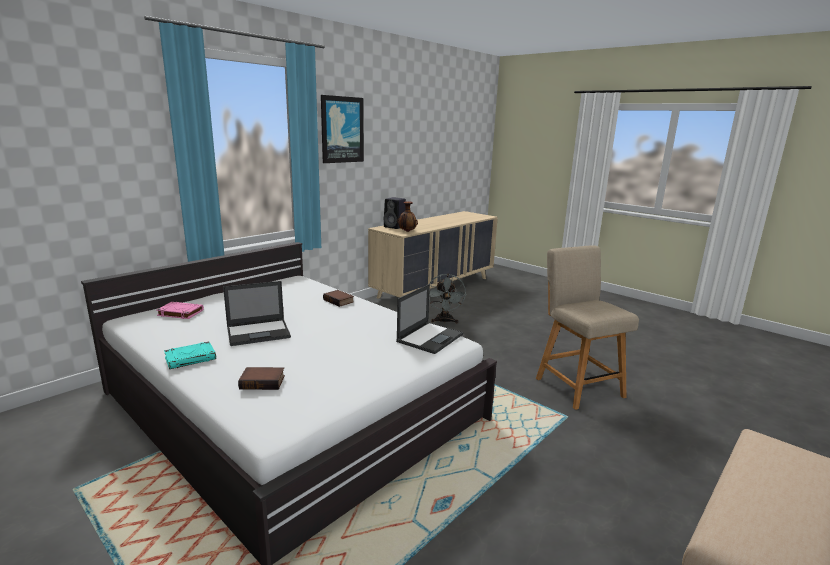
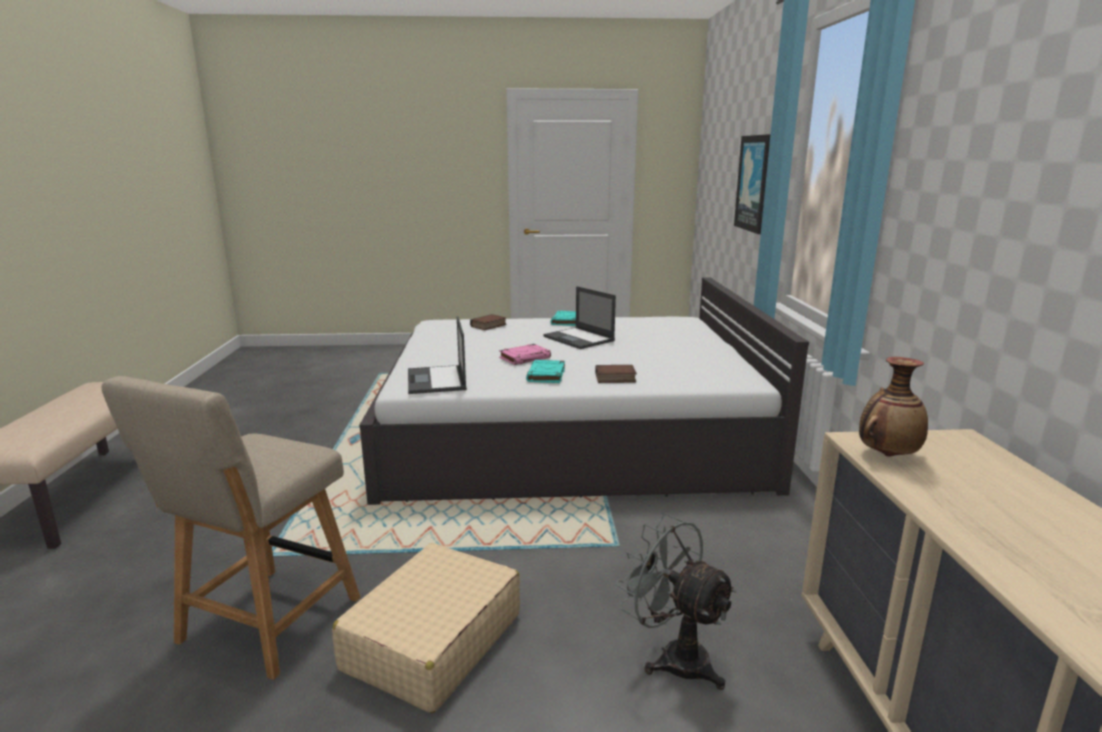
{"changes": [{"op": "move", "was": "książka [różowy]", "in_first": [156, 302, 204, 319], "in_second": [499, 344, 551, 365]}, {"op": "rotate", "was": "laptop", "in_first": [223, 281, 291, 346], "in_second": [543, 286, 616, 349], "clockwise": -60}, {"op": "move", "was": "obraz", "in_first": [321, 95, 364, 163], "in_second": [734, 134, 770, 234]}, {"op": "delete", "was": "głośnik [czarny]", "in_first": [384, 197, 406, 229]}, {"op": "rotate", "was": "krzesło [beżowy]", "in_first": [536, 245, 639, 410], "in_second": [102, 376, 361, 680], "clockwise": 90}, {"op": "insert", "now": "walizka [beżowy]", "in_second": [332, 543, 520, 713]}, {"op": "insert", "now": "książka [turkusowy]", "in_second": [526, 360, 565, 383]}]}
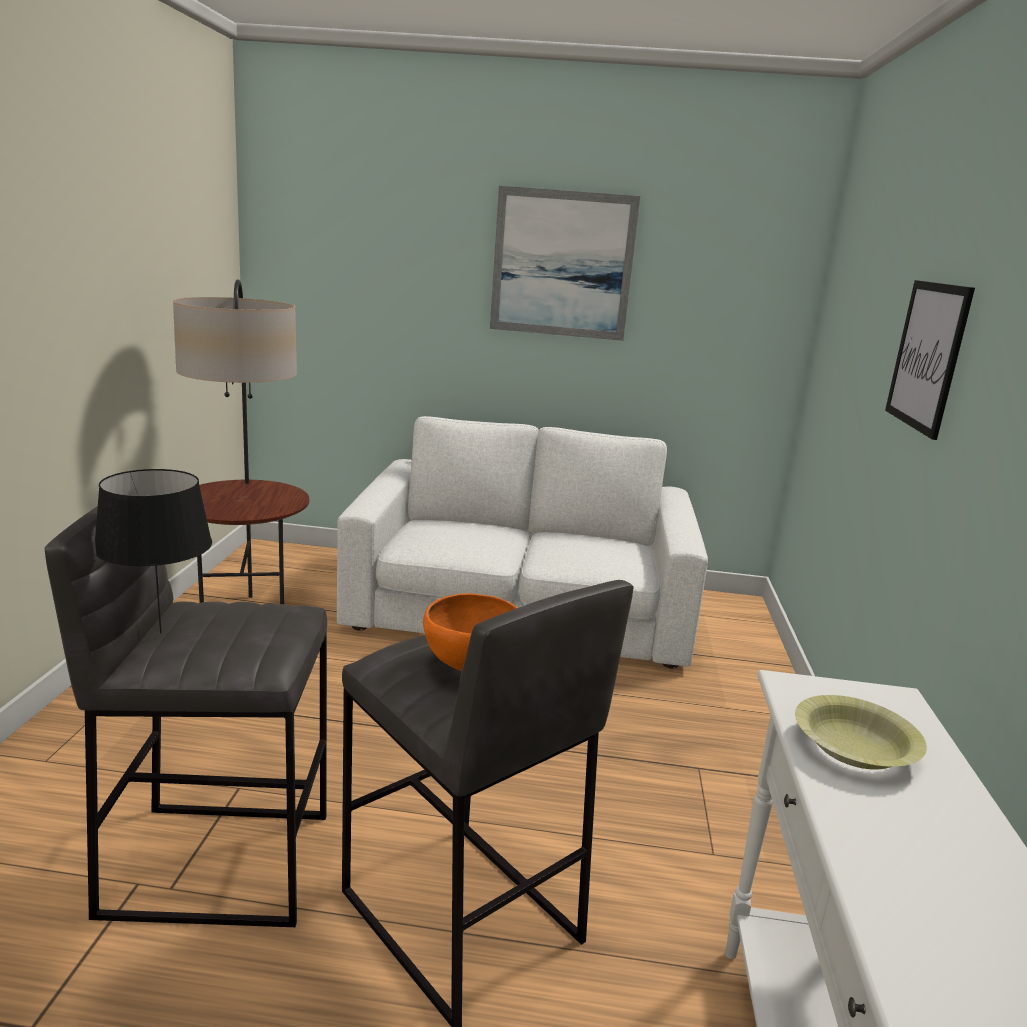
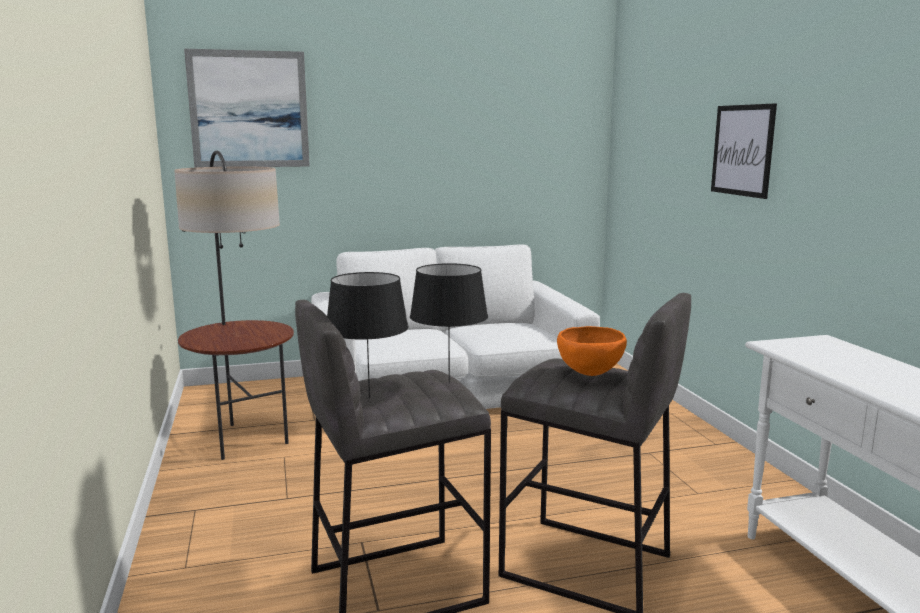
{"changes": [{"op": "move", "was": "obraz", "in_first": [490, 186, 640, 341], "in_second": [184, 49, 310, 168]}, {"op": "delete", "was": "miska [żółty]", "in_first": [795, 695, 927, 770]}, {"op": "insert", "now": "lampa stołowa [czarny]", "in_second": [410, 263, 488, 384]}]}
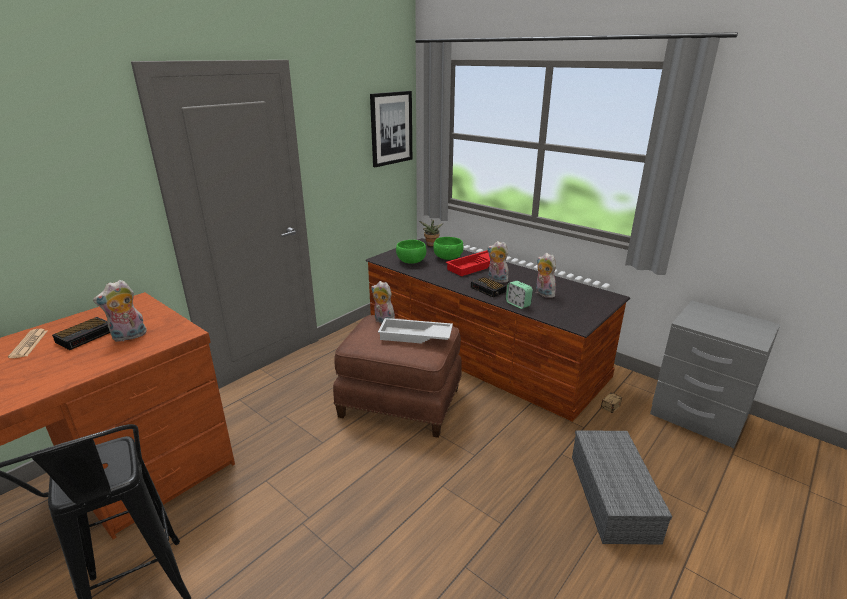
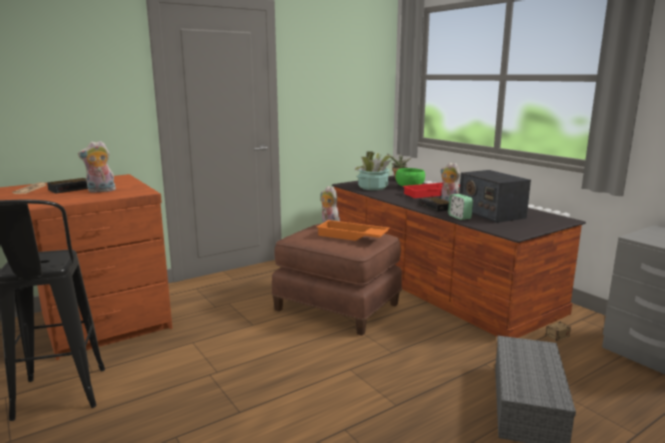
{"changes": [{"op": "delete", "was": "obraz", "in_first": [370, 91, 412, 167]}, {"op": "recolor", "was": "taca [biały]", "now": "taca [pomarańczowy]", "in_first": [378, 318, 453, 344], "in_second": [316, 220, 390, 241]}, {"op": "replace", "was": "miska [zielony]", "now": "roślina doniczkowa", "in_first": [396, 240, 426, 264], "in_second": [354, 151, 392, 190]}, {"op": "replace", "was": "pluszak", "now": "radio", "in_first": [536, 253, 558, 298], "in_second": [459, 170, 531, 223]}]}
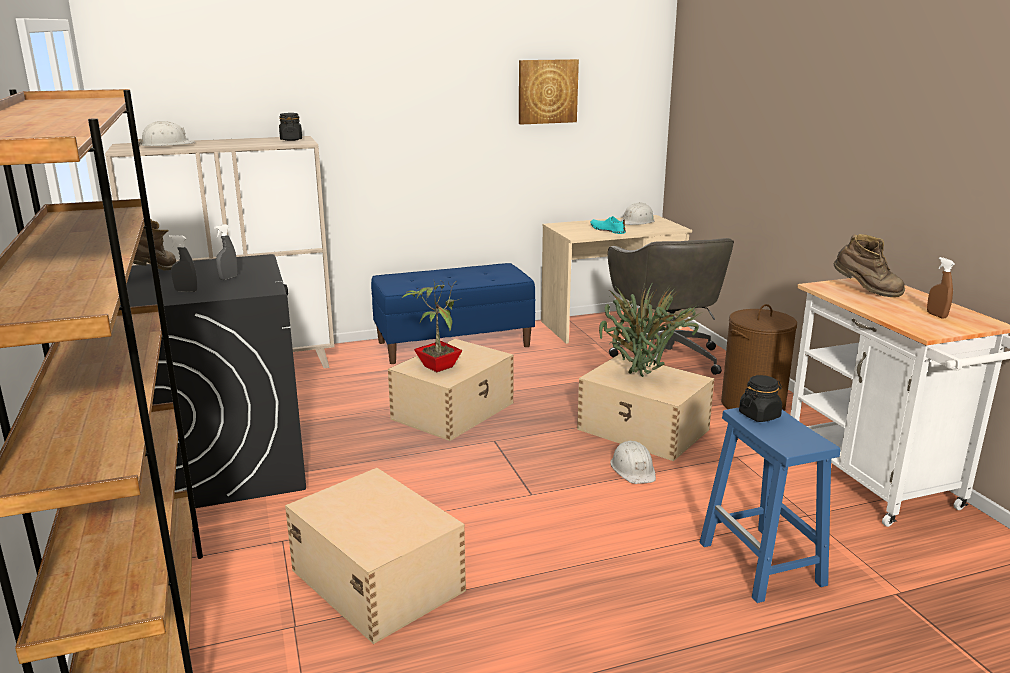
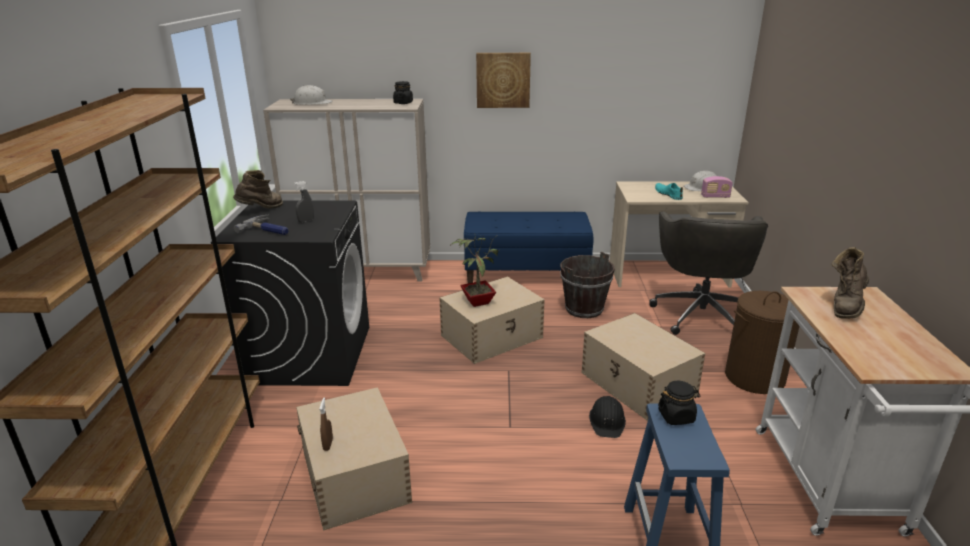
{"changes": [{"op": "replace", "was": "spryskiwacz [szary]", "now": "młotek", "in_first": [169, 235, 197, 292], "in_second": [234, 215, 288, 235]}, {"op": "move", "was": "obraz", "in_first": [519, 59, 579, 125], "in_second": [476, 53, 531, 108]}, {"op": "delete", "was": "roślina doniczkowa", "in_first": [599, 282, 702, 377]}, {"op": "recolor", "was": "kask [biały]", "now": "kask [czarny]", "in_first": [610, 441, 656, 484], "in_second": [589, 396, 626, 438]}, {"op": "rotate", "was": "but z cholewką [brązowy]", "in_first": [834, 234, 905, 297], "in_second": [832, 247, 869, 319], "clockwise": 75}, {"op": "move", "was": "spryskiwacz [brązowy]", "in_first": [927, 257, 955, 319], "in_second": [319, 397, 333, 451]}, {"op": "insert", "now": "wiadro [brązowy]", "in_second": [560, 252, 615, 318]}, {"op": "insert", "now": "radio", "in_second": [701, 176, 733, 198]}]}
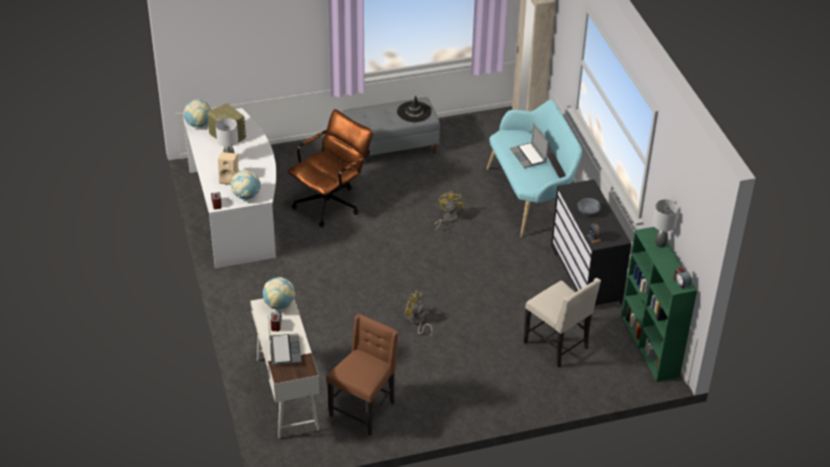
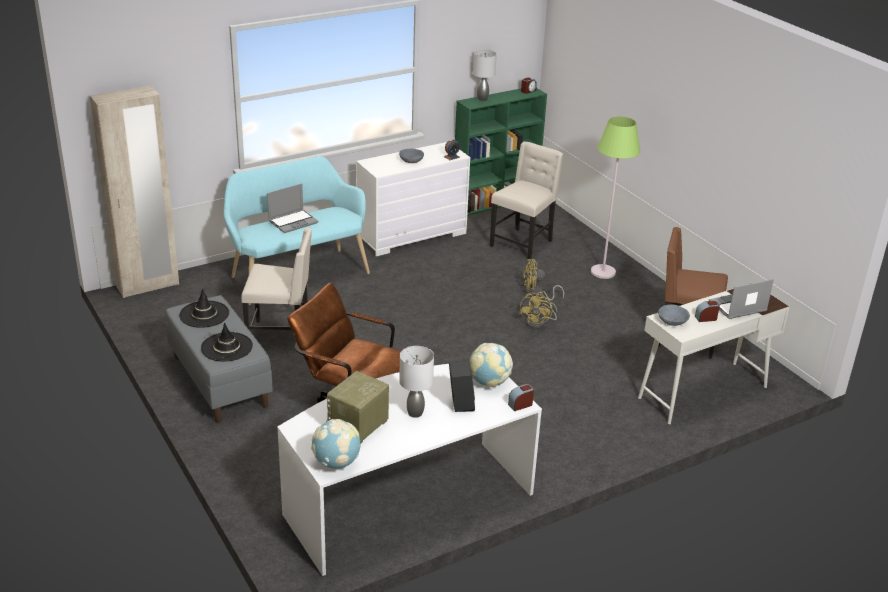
{"changes": [{"op": "recolor", "was": "głośnik [beżowy]", "now": "głośnik [czarny]", "in_first": [218, 152, 239, 185], "in_second": [449, 360, 475, 412]}, {"op": "replace", "was": "globus", "now": "miska [szary]", "in_first": [263, 277, 295, 310], "in_second": [658, 304, 690, 326]}, {"op": "move", "was": "wentylator [żółty]", "in_first": [435, 191, 465, 231], "in_second": [523, 259, 564, 300]}, {"op": "recolor", "was": "komoda [czarny]", "now": "komoda [biały]", "in_first": [551, 179, 632, 305], "in_second": [356, 142, 471, 256]}, {"op": "insert", "now": "kapelusz [czarny]", "in_second": [201, 322, 253, 362]}, {"op": "insert", "now": "krzesło [beżowy]", "in_second": [241, 228, 312, 332]}, {"op": "insert", "now": "lampa stojąca [zielony]", "in_second": [591, 116, 640, 279]}]}
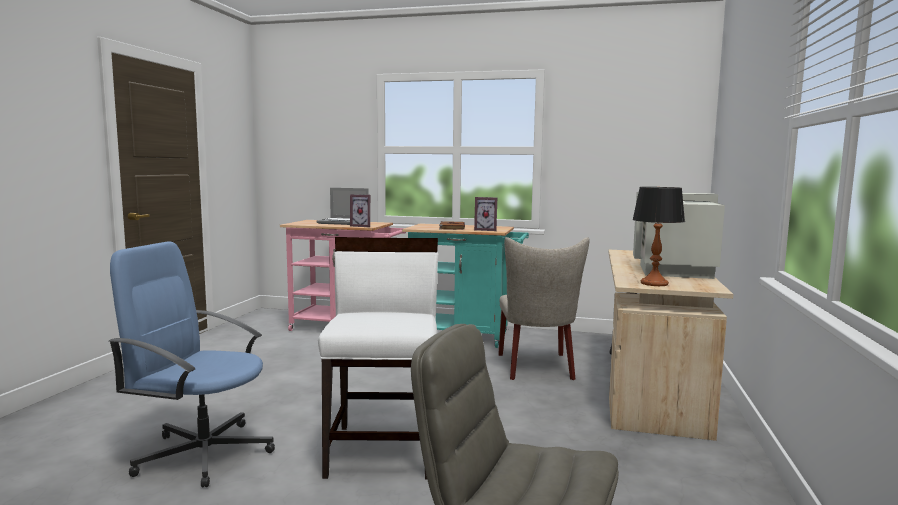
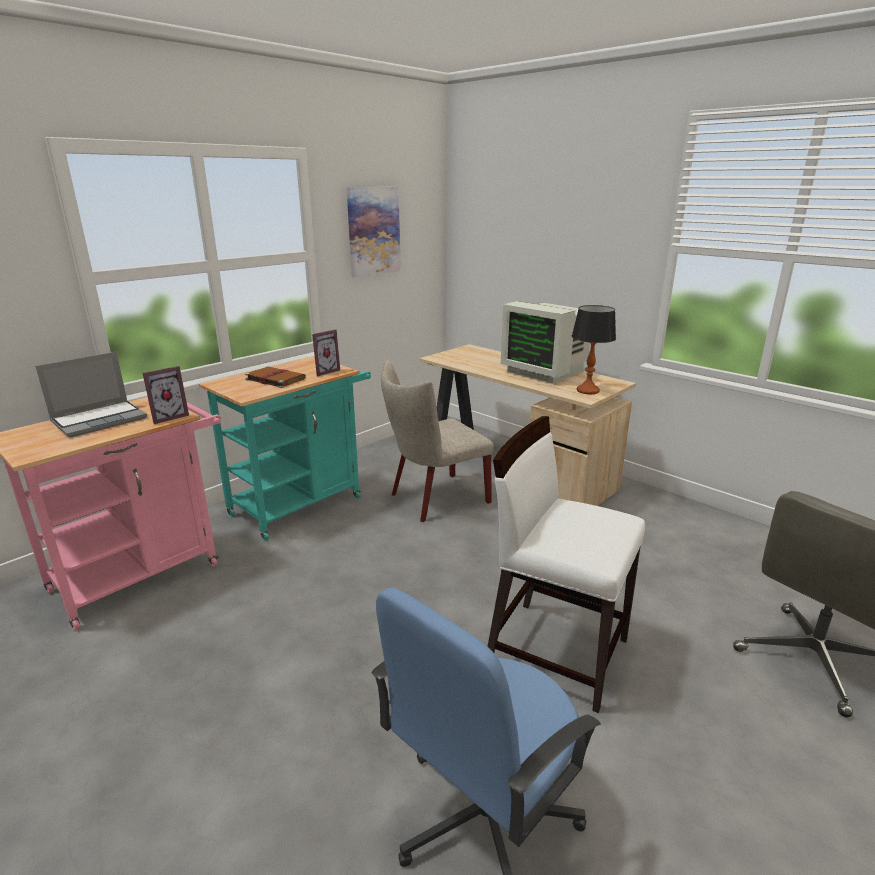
{"changes": [{"op": "rotate", "was": "krzesło [beżowy]", "in_first": [498, 237, 590, 380], "in_second": [381, 359, 494, 522], "clockwise": 120}, {"op": "rotate", "was": "monitor", "in_first": [633, 192, 725, 279], "in_second": [501, 301, 589, 384], "clockwise": -90}, {"op": "insert", "now": "obraz", "in_second": [347, 187, 401, 277]}]}
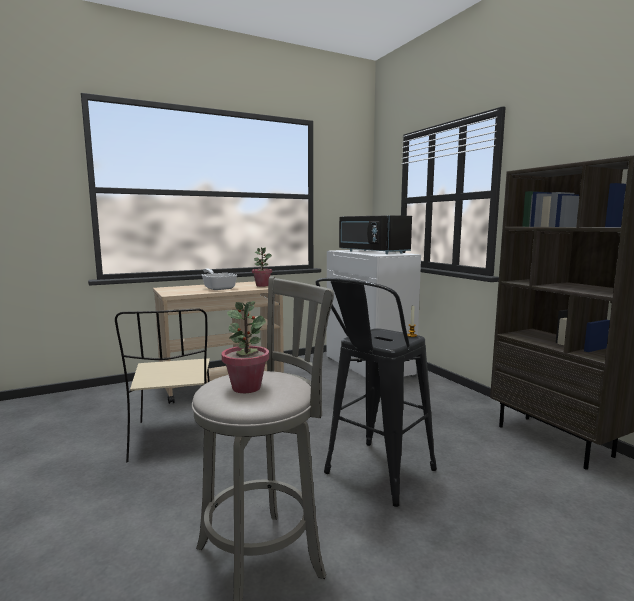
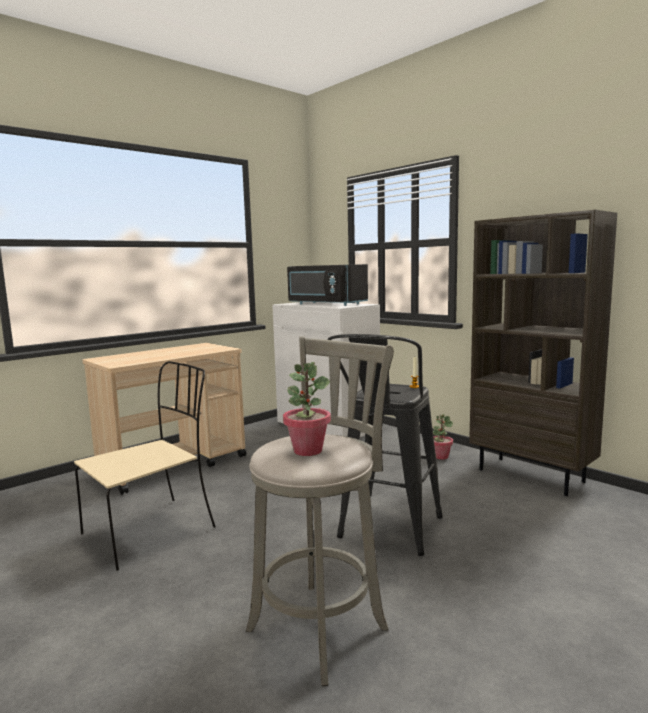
{"changes": [{"op": "rotate", "was": "krzesło [beżowy]", "in_first": [115, 308, 210, 462], "in_second": [74, 361, 216, 571], "clockwise": -105}, {"op": "delete", "was": "patelnia", "in_first": [202, 269, 237, 290]}, {"op": "move", "was": "roślina doniczkowa", "in_first": [252, 247, 272, 287], "in_second": [433, 414, 453, 460]}]}
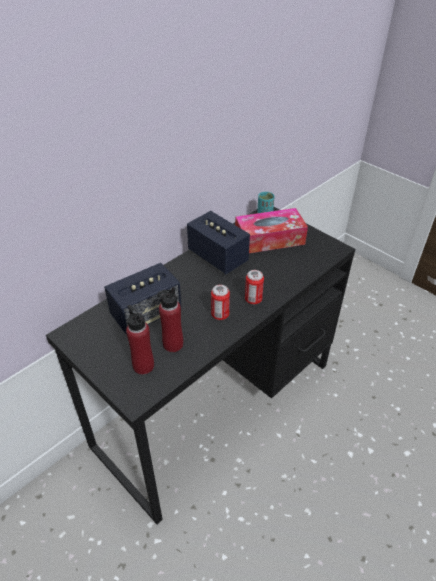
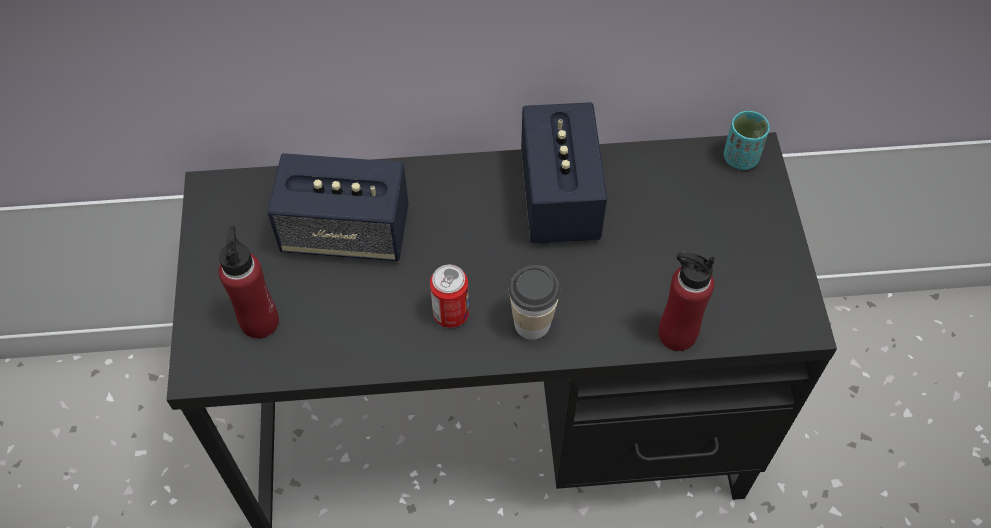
{"changes": [{"op": "move", "was": "butelka [czerwony]", "in_first": [157, 287, 183, 352], "in_second": [658, 252, 715, 351]}, {"op": "delete", "was": "pudełko chusteczek", "in_first": [235, 208, 308, 253]}, {"op": "replace", "was": "puszka", "now": "filiżanka", "in_first": [245, 270, 264, 304], "in_second": [509, 265, 560, 340]}]}
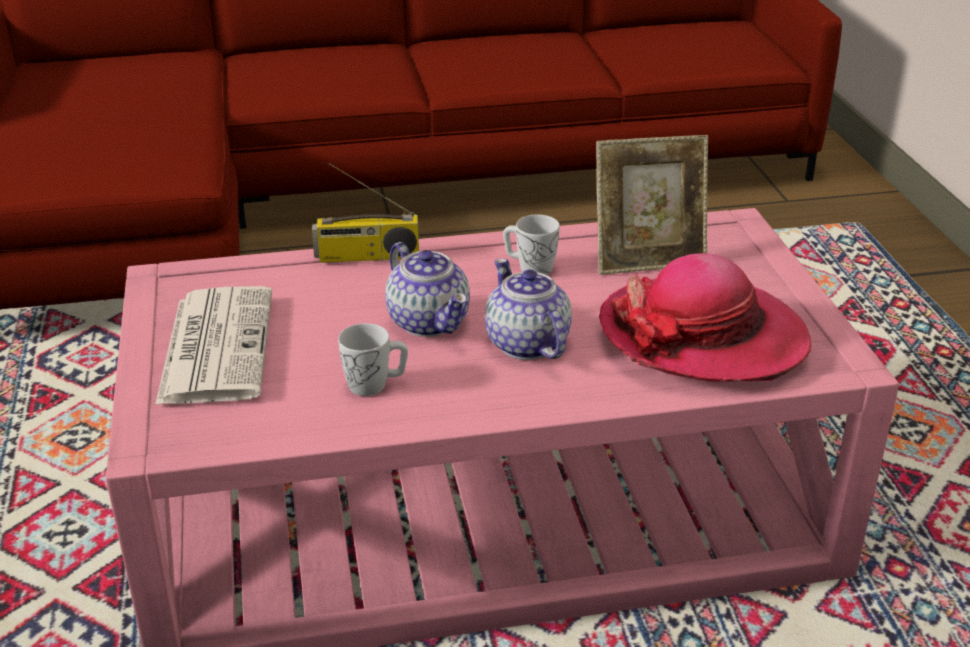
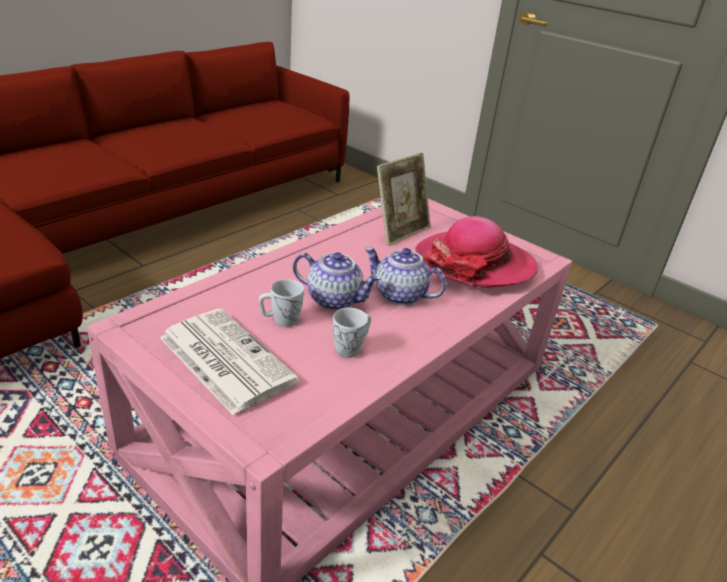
{"changes": [{"op": "delete", "was": "radio", "in_first": [312, 163, 419, 263]}, {"op": "move", "was": "kubek [biały]", "in_first": [503, 215, 560, 275], "in_second": [259, 279, 304, 327]}]}
